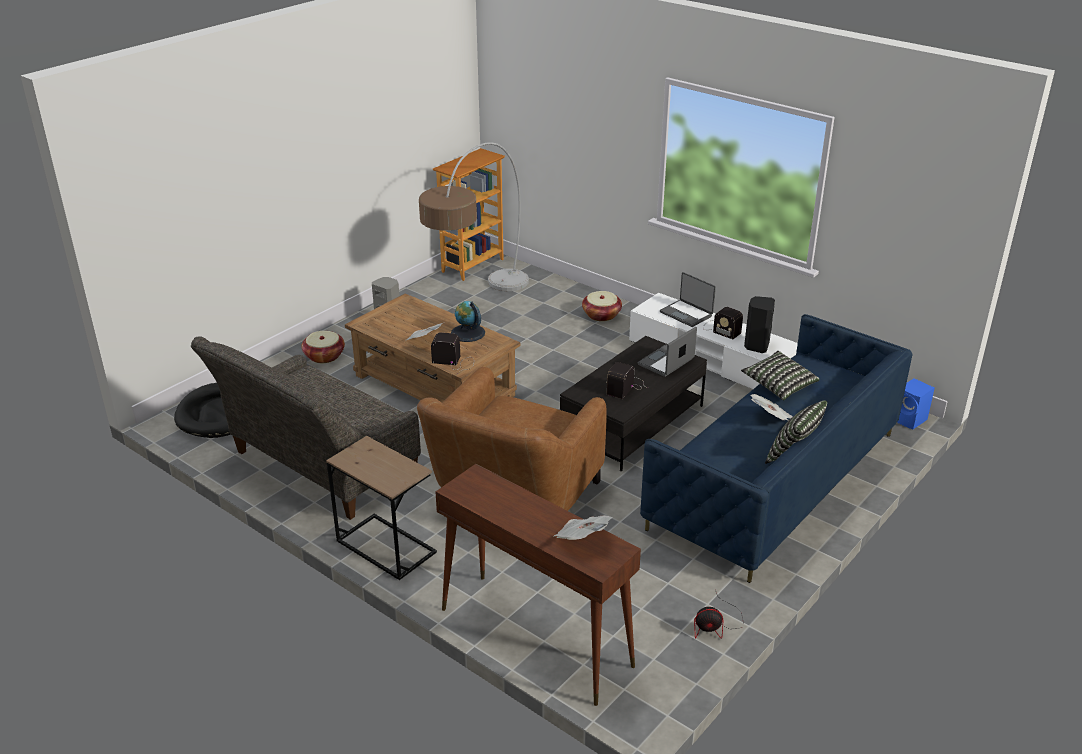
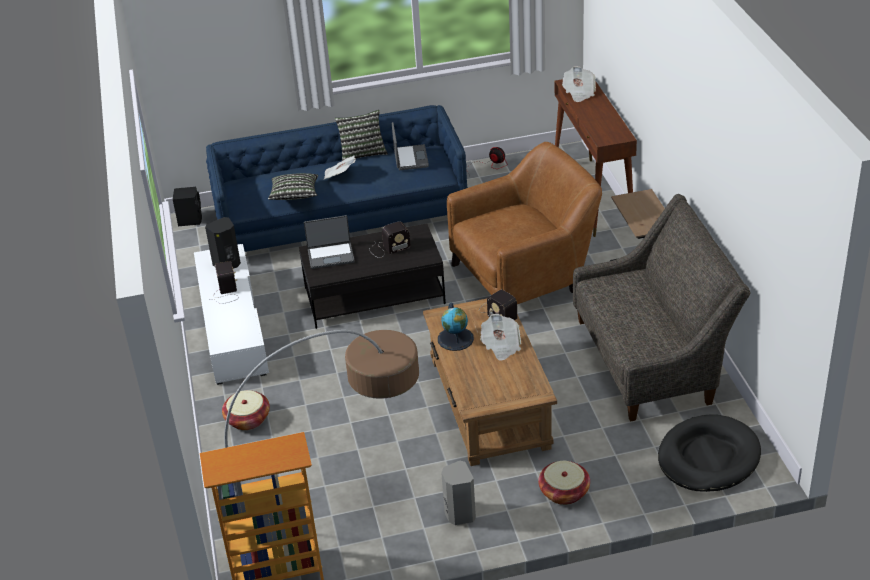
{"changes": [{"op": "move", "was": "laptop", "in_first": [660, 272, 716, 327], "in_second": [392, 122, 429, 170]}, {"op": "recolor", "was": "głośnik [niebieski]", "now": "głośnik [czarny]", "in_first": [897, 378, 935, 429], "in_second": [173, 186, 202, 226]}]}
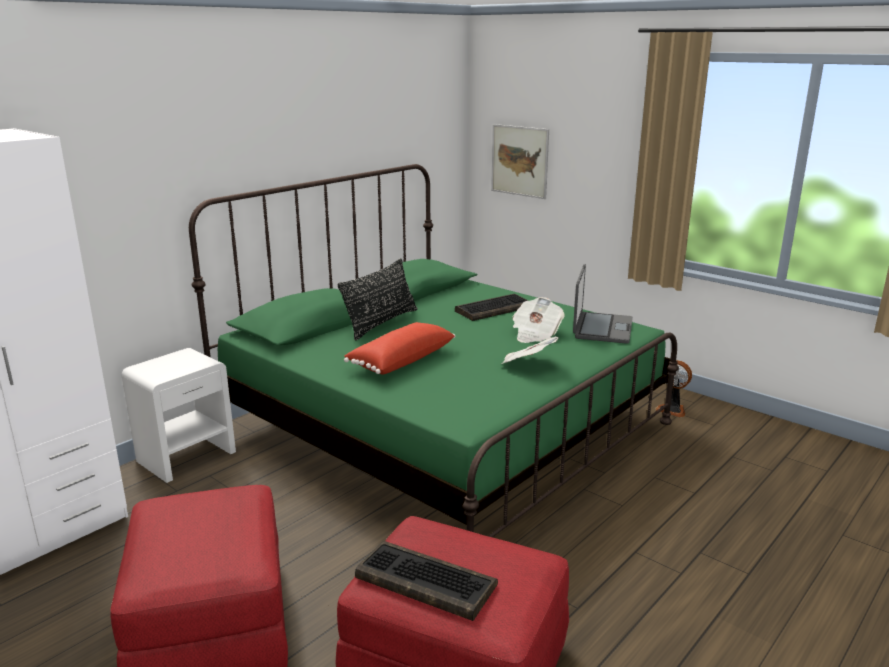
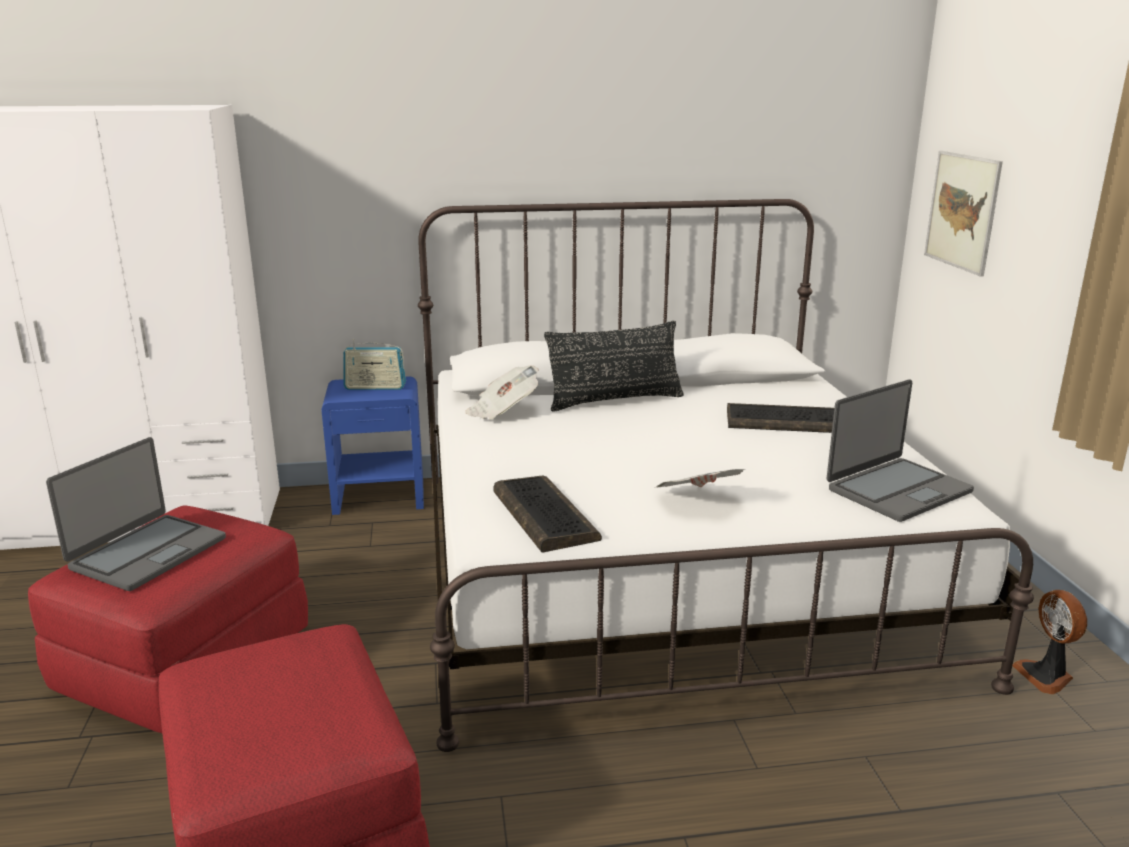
{"changes": [{"op": "recolor", "was": "szafka nocna [biały]", "now": "szafka nocna [niebieski]", "in_first": [121, 348, 236, 483], "in_second": [321, 376, 424, 515]}, {"op": "recolor", "was": "łóżko [zielony]", "now": "łóżko [biały]", "in_first": [189, 164, 679, 537], "in_second": [418, 199, 1034, 752]}, {"op": "delete", "was": "poduszka [czerwony]", "in_first": [344, 322, 455, 375]}, {"op": "move", "was": "klawiatura", "in_first": [355, 541, 498, 621], "in_second": [494, 476, 602, 553]}, {"op": "move", "was": "gazeta", "in_first": [512, 297, 565, 343], "in_second": [466, 366, 539, 420]}, {"op": "insert", "now": "laptop", "in_second": [46, 437, 226, 591]}, {"op": "insert", "now": "radio", "in_second": [343, 339, 406, 390]}]}
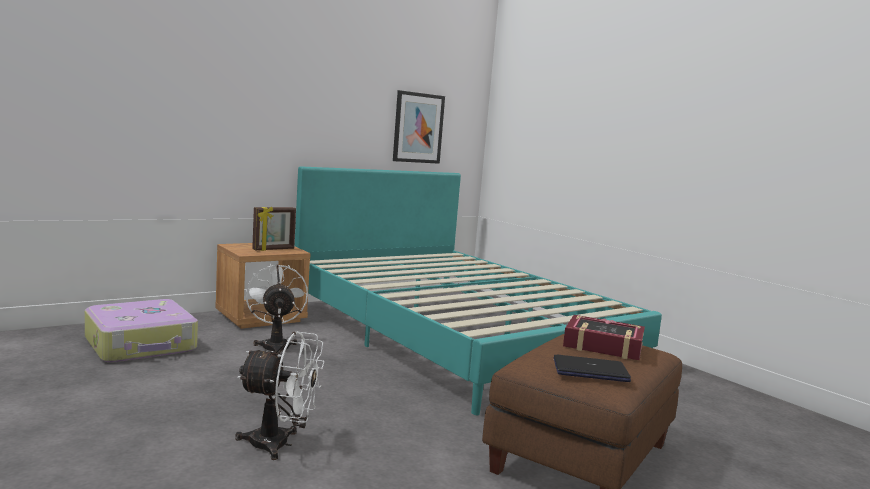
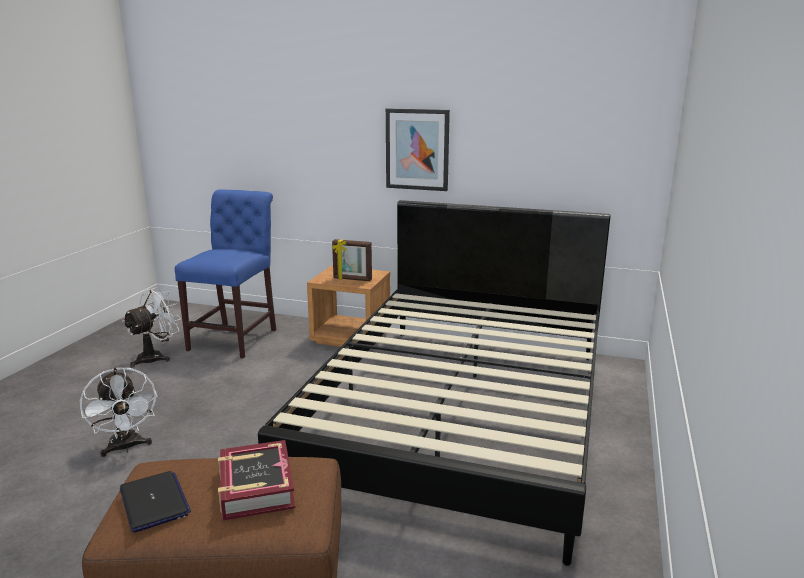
{"changes": [{"op": "replace", "was": "walizka", "now": "krzesło [niebieski]", "in_first": [85, 299, 198, 363], "in_second": [175, 189, 276, 358]}, {"op": "move", "was": "wentylator [biały]", "in_first": [246, 264, 308, 355], "in_second": [122, 287, 181, 367]}, {"op": "recolor", "was": "łóżko [turkusowy]", "now": "łóżko [czarny]", "in_first": [295, 166, 662, 416], "in_second": [258, 200, 611, 566]}, {"op": "move", "was": "obraz", "in_first": [393, 90, 445, 164], "in_second": [386, 108, 450, 191]}]}
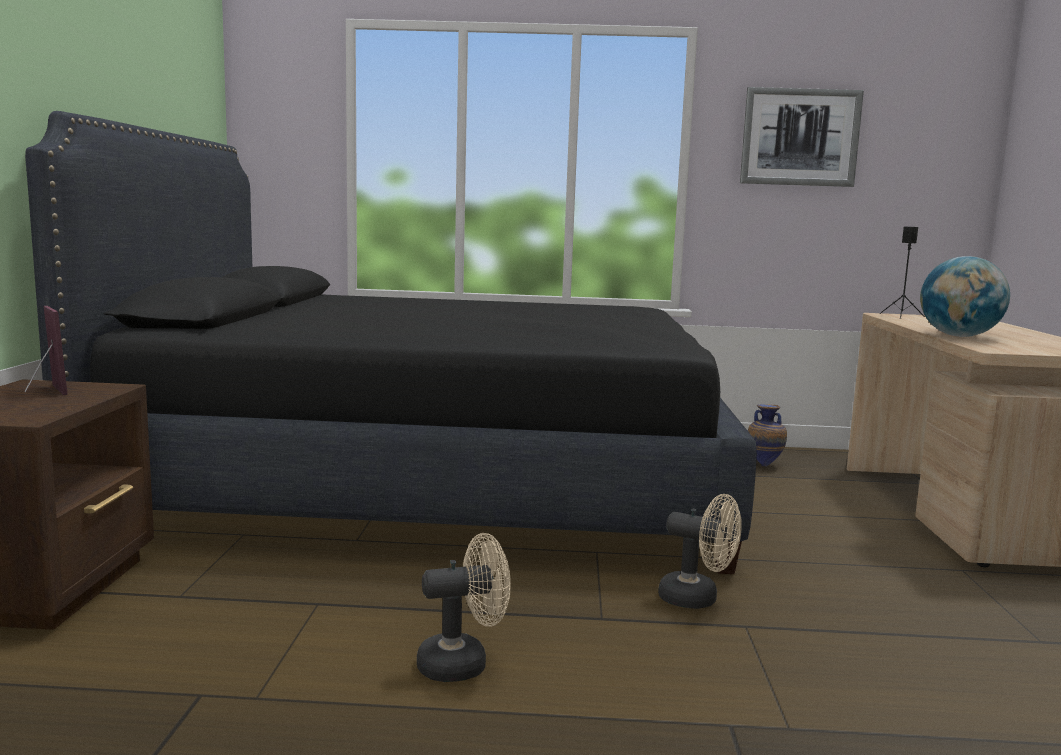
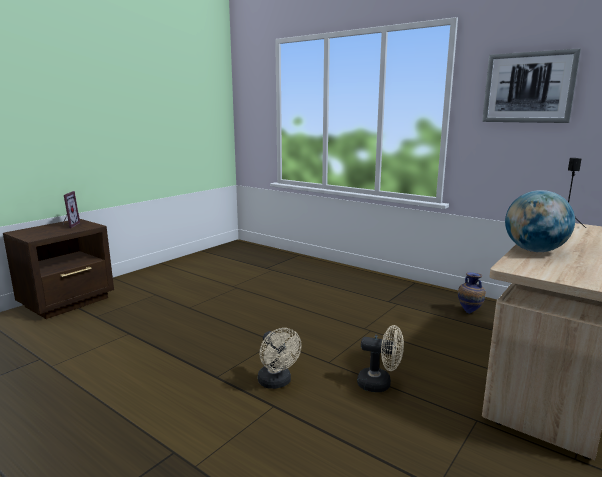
{"changes": [{"op": "delete", "was": "łóżko [czarny]", "in_first": [25, 111, 757, 574]}, {"op": "move", "was": "wentylator [beżowy]", "in_first": [417, 533, 511, 682], "in_second": [357, 325, 404, 392]}]}
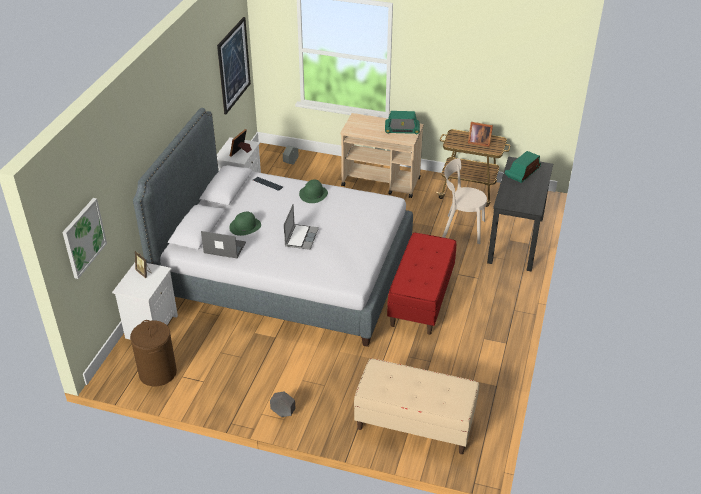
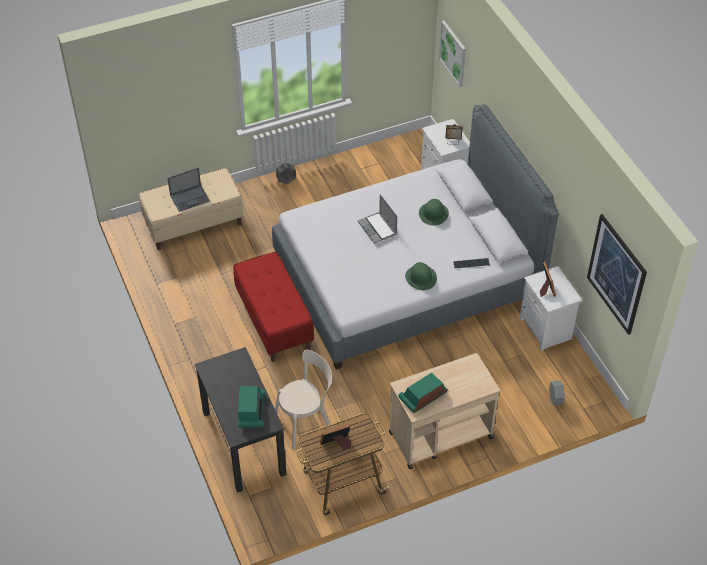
{"changes": [{"op": "delete", "was": "kosz na pranie [brązowy]", "in_first": [130, 320, 177, 386]}, {"op": "move", "was": "laptop", "in_first": [201, 231, 246, 258], "in_second": [167, 167, 210, 212]}]}
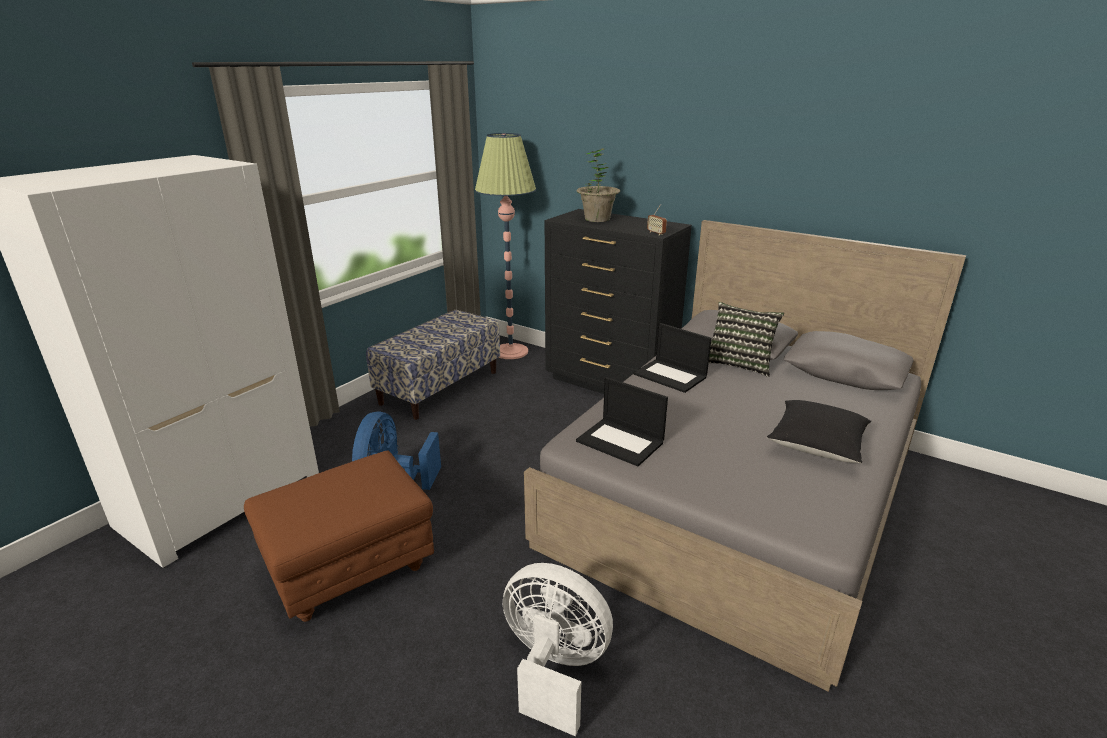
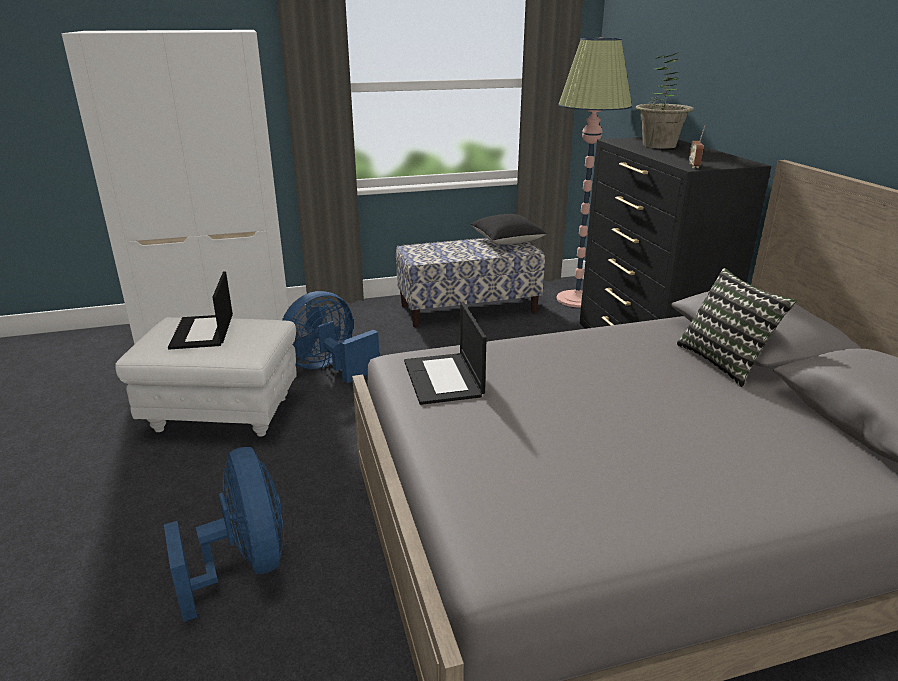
{"changes": [{"op": "recolor", "was": "pufa [brązowy]", "now": "pufa [biały]", "in_first": [244, 451, 434, 622], "in_second": [115, 317, 297, 437]}, {"op": "recolor", "was": "wentylator [biały]", "now": "wentylator [niebieski]", "in_first": [503, 563, 613, 736], "in_second": [164, 447, 284, 622]}, {"op": "move", "was": "laptop", "in_first": [633, 323, 712, 393], "in_second": [168, 271, 233, 350]}, {"op": "move", "was": "poduszka [czarny]", "in_first": [767, 400, 871, 463], "in_second": [470, 214, 547, 245]}]}
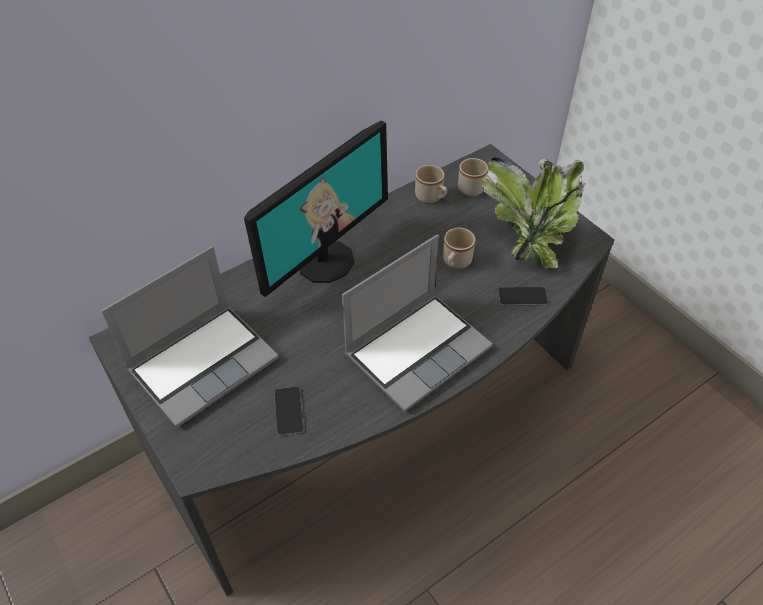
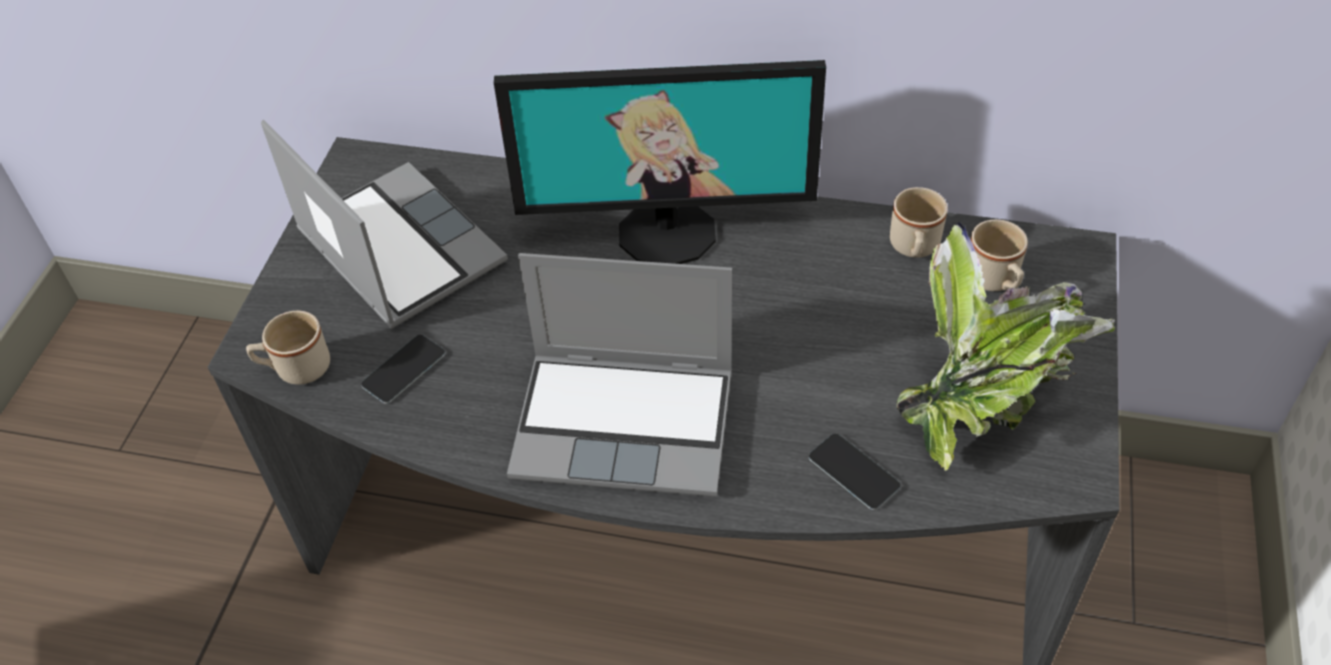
{"changes": [{"op": "rotate", "was": "laptop", "in_first": [101, 246, 279, 428], "in_second": [261, 120, 508, 329], "clockwise": -135}, {"op": "move", "was": "kubek [beżowy]", "in_first": [443, 228, 475, 269], "in_second": [246, 310, 330, 385]}]}
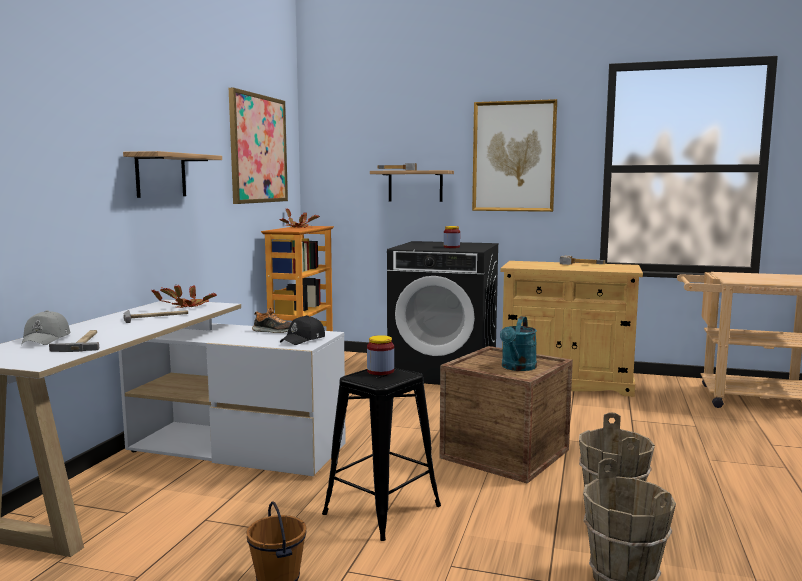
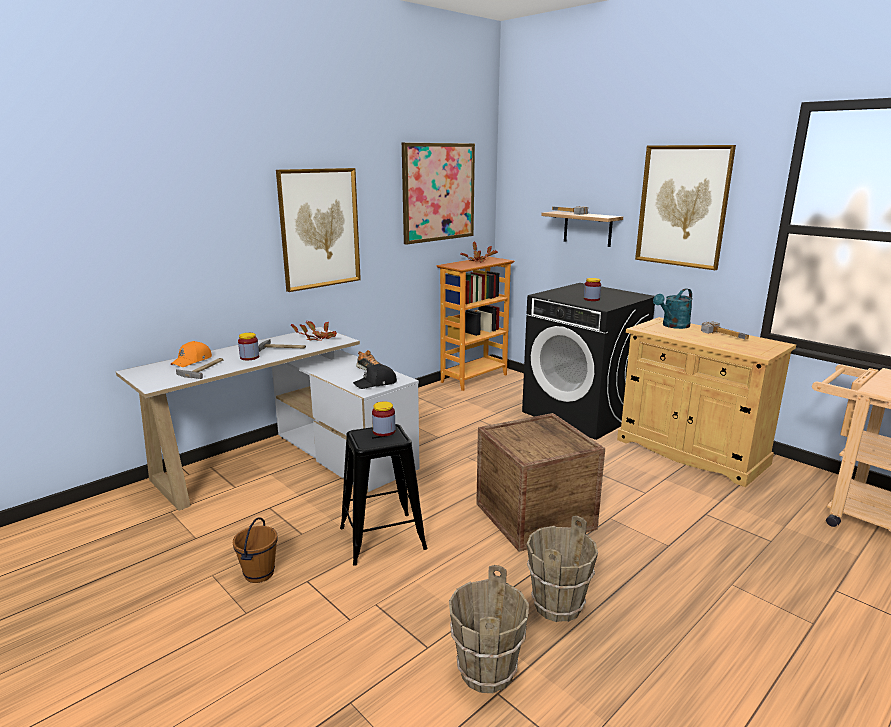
{"changes": [{"op": "recolor", "was": "czapka z daszkiem [szary]", "now": "czapka z daszkiem [pomarańczowy]", "in_first": [21, 310, 70, 345], "in_second": [171, 341, 212, 367]}, {"op": "replace", "was": "półka", "now": "obraz", "in_first": [123, 151, 222, 198], "in_second": [276, 168, 361, 292]}, {"op": "move", "was": "konewka [turkusowy]", "in_first": [500, 316, 537, 371], "in_second": [653, 288, 693, 329]}, {"op": "insert", "now": "słoik", "in_second": [238, 333, 259, 360]}]}
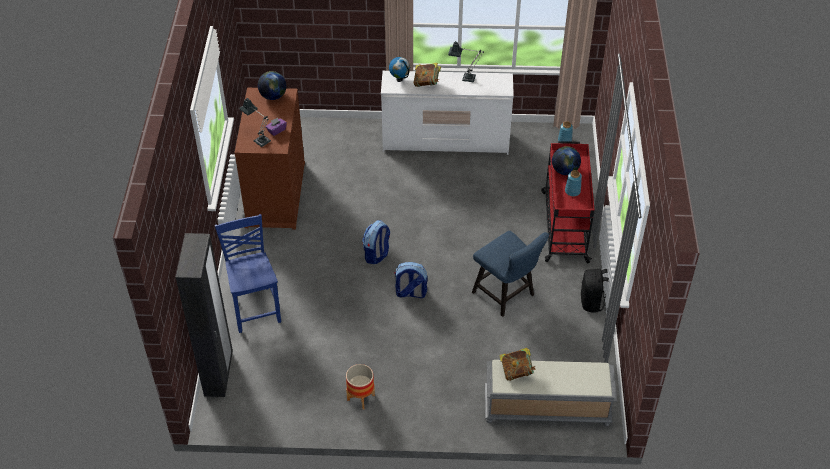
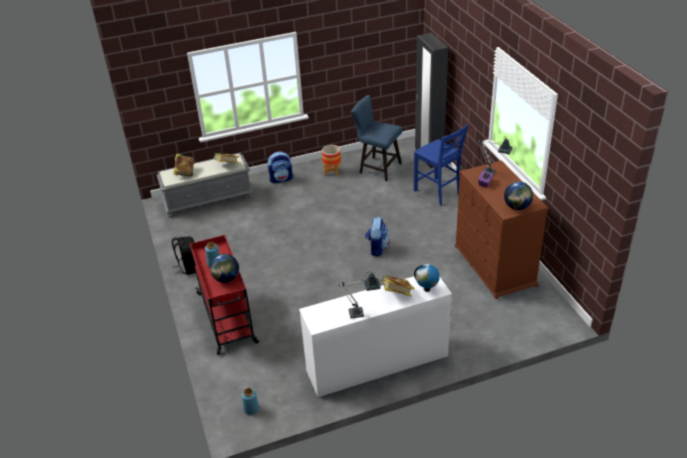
{"changes": [{"op": "move", "was": "plecak", "in_first": [394, 262, 427, 298], "in_second": [268, 151, 293, 183]}, {"op": "move", "was": "krzesło [niebieski]", "in_first": [472, 231, 549, 317], "in_second": [351, 95, 403, 181]}, {"op": "insert", "now": "książka", "in_second": [174, 154, 194, 177]}]}
